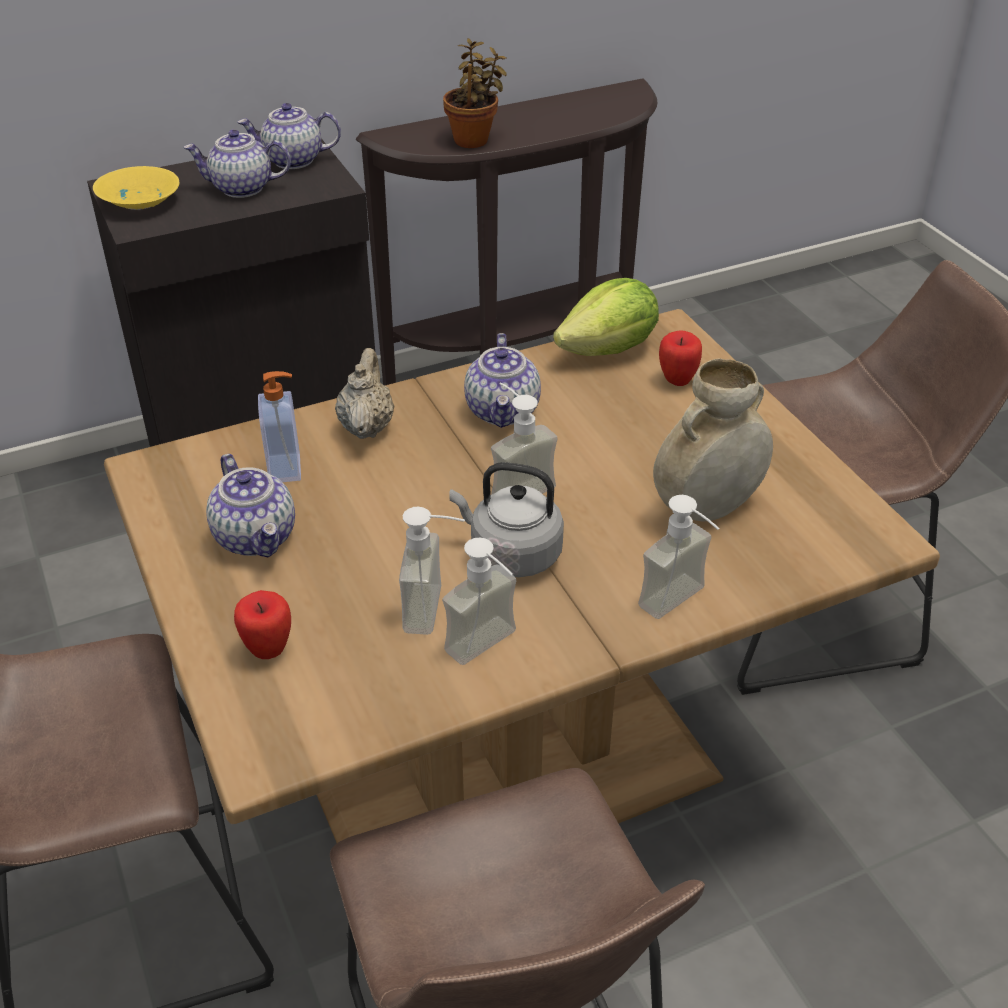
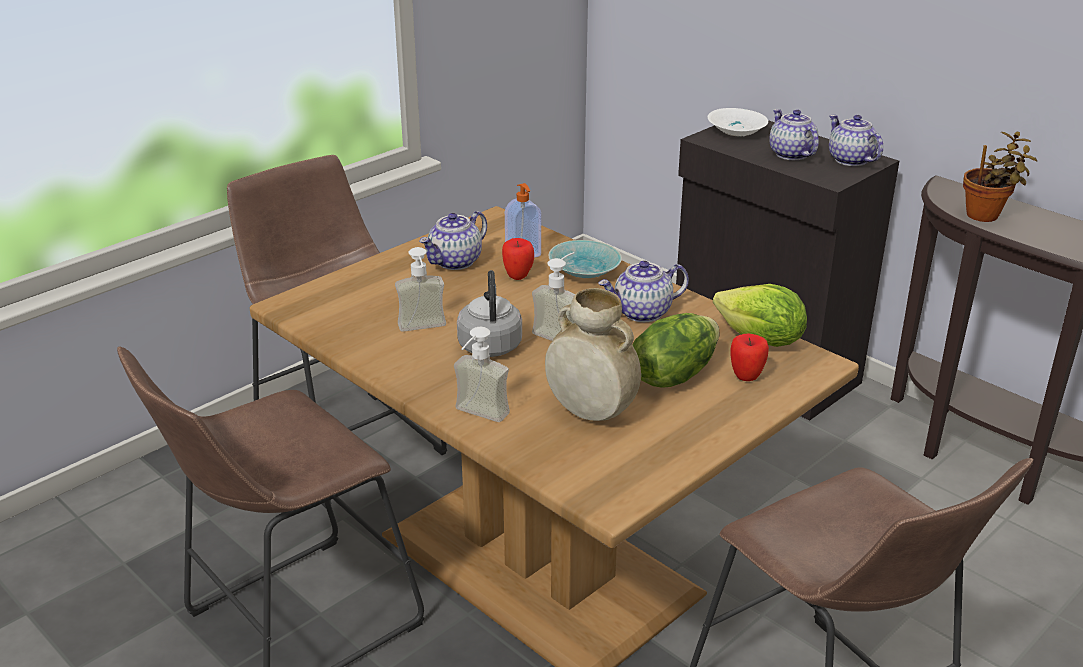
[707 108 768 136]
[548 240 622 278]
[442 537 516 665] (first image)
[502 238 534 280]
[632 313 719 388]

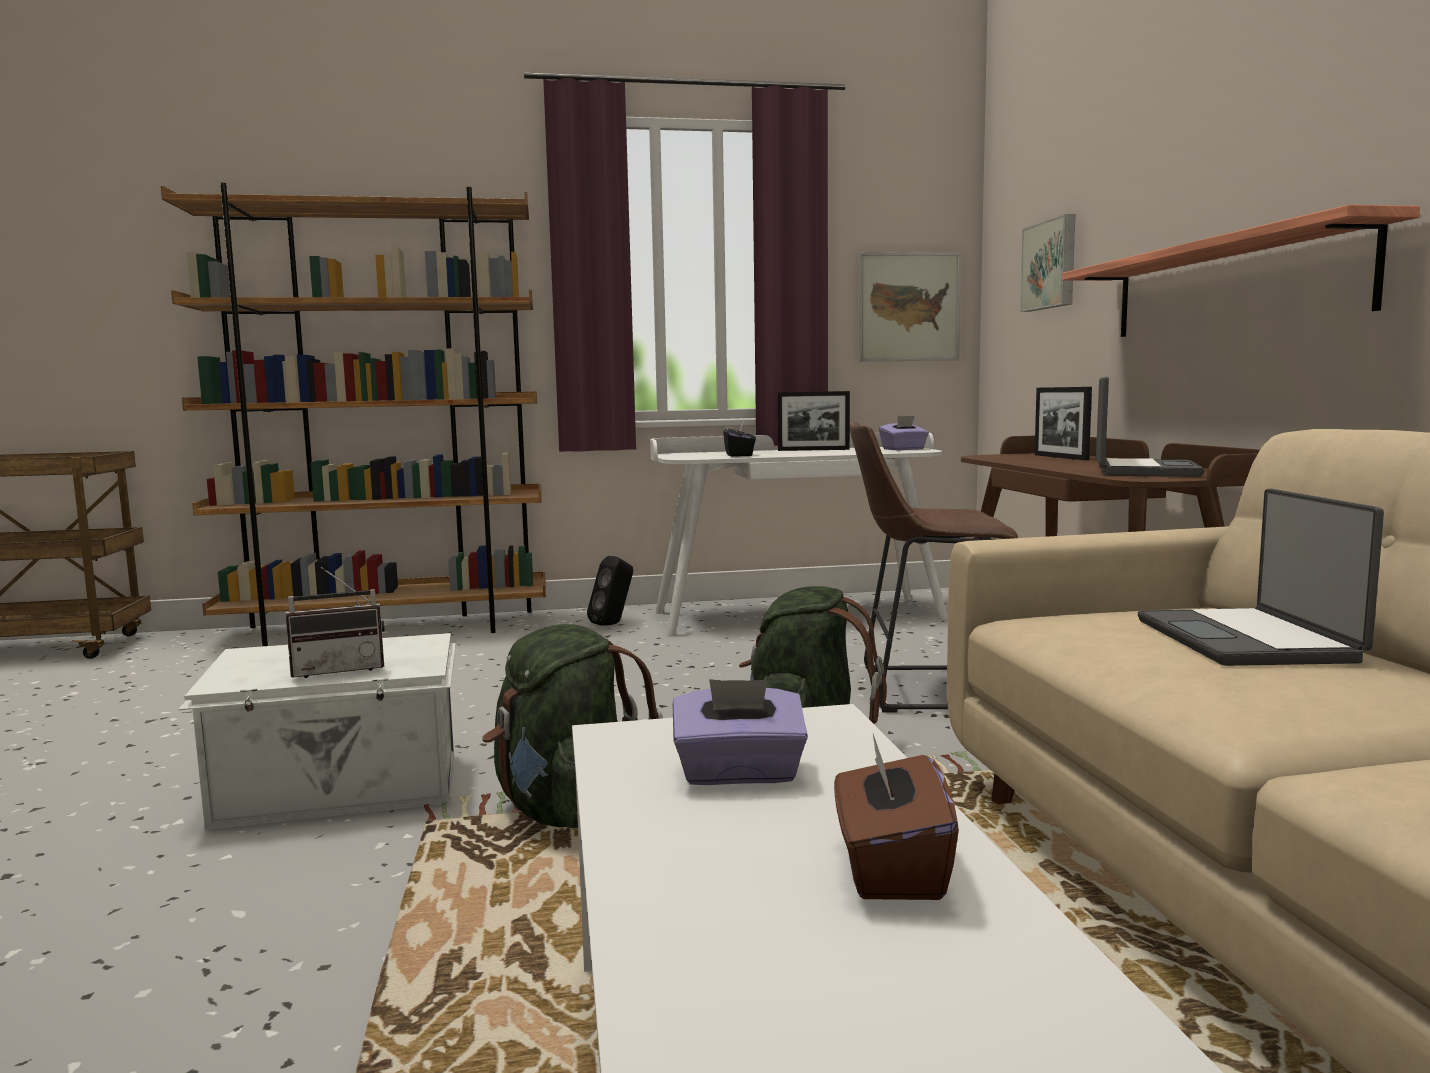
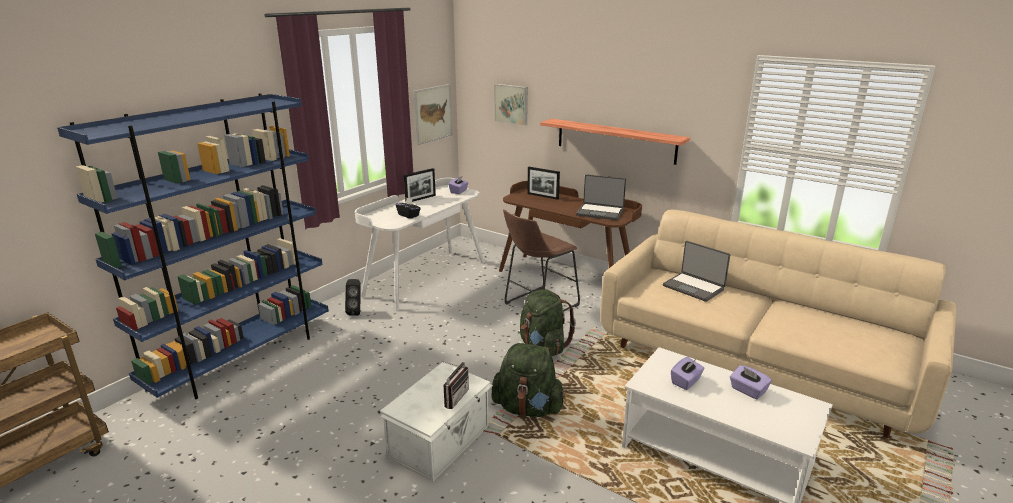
[57 93 329 399]
[576 174 626 220]
[730 365 772 399]

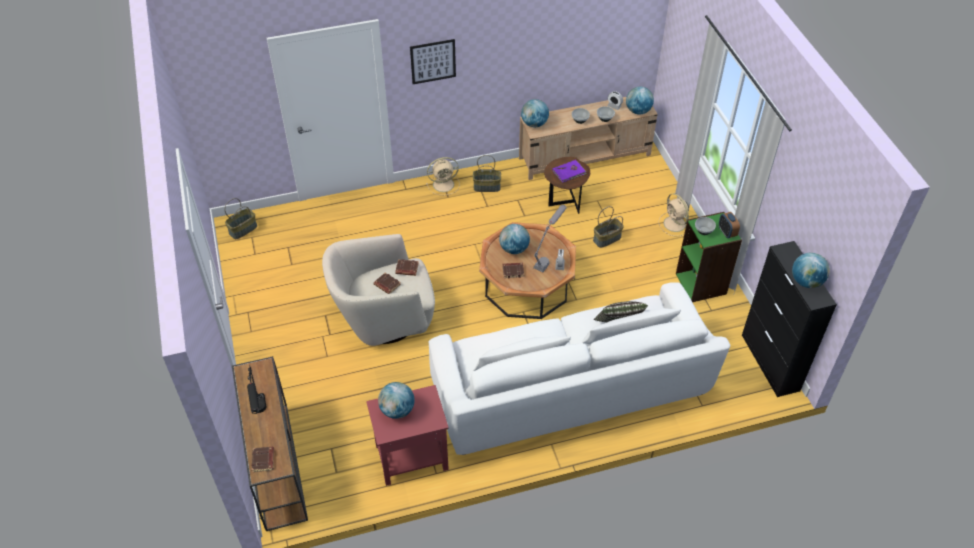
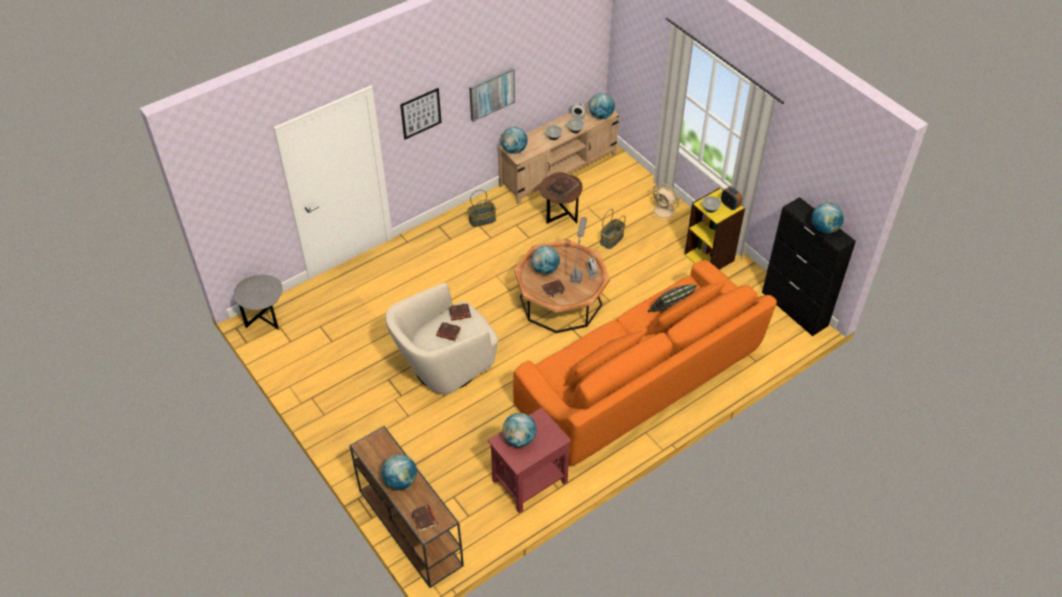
[426 157 460 195] (first image)
[547 174 579 198]
[233 275 283 330]
[684 188 745 270]
[513 260 777 466]
[381 454 417 490]
[469 68 515 122]

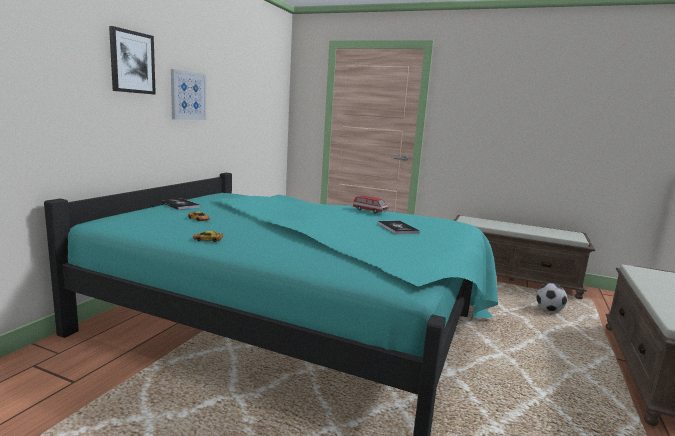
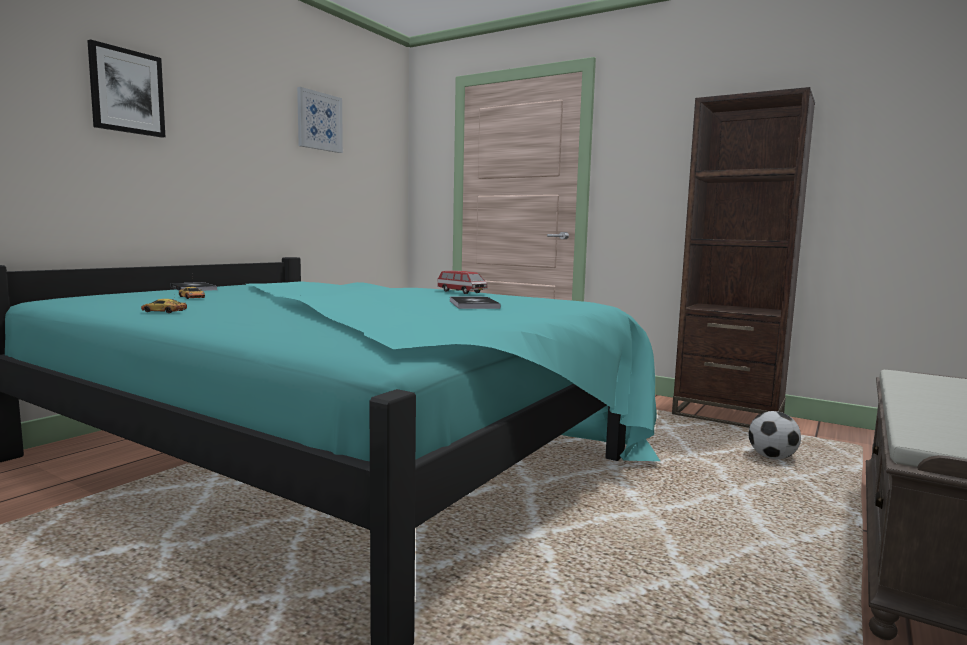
[297 87 343 153]
[672 87 815 428]

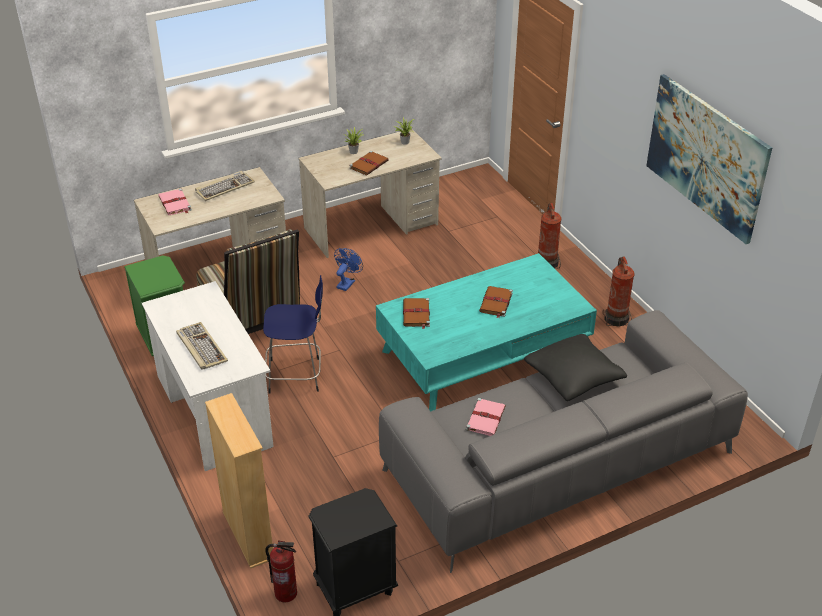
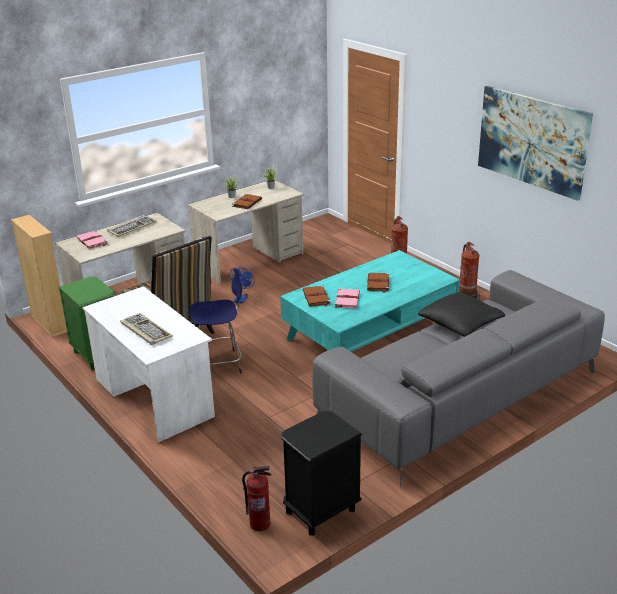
[11 215 67 337]
[335 288 360 309]

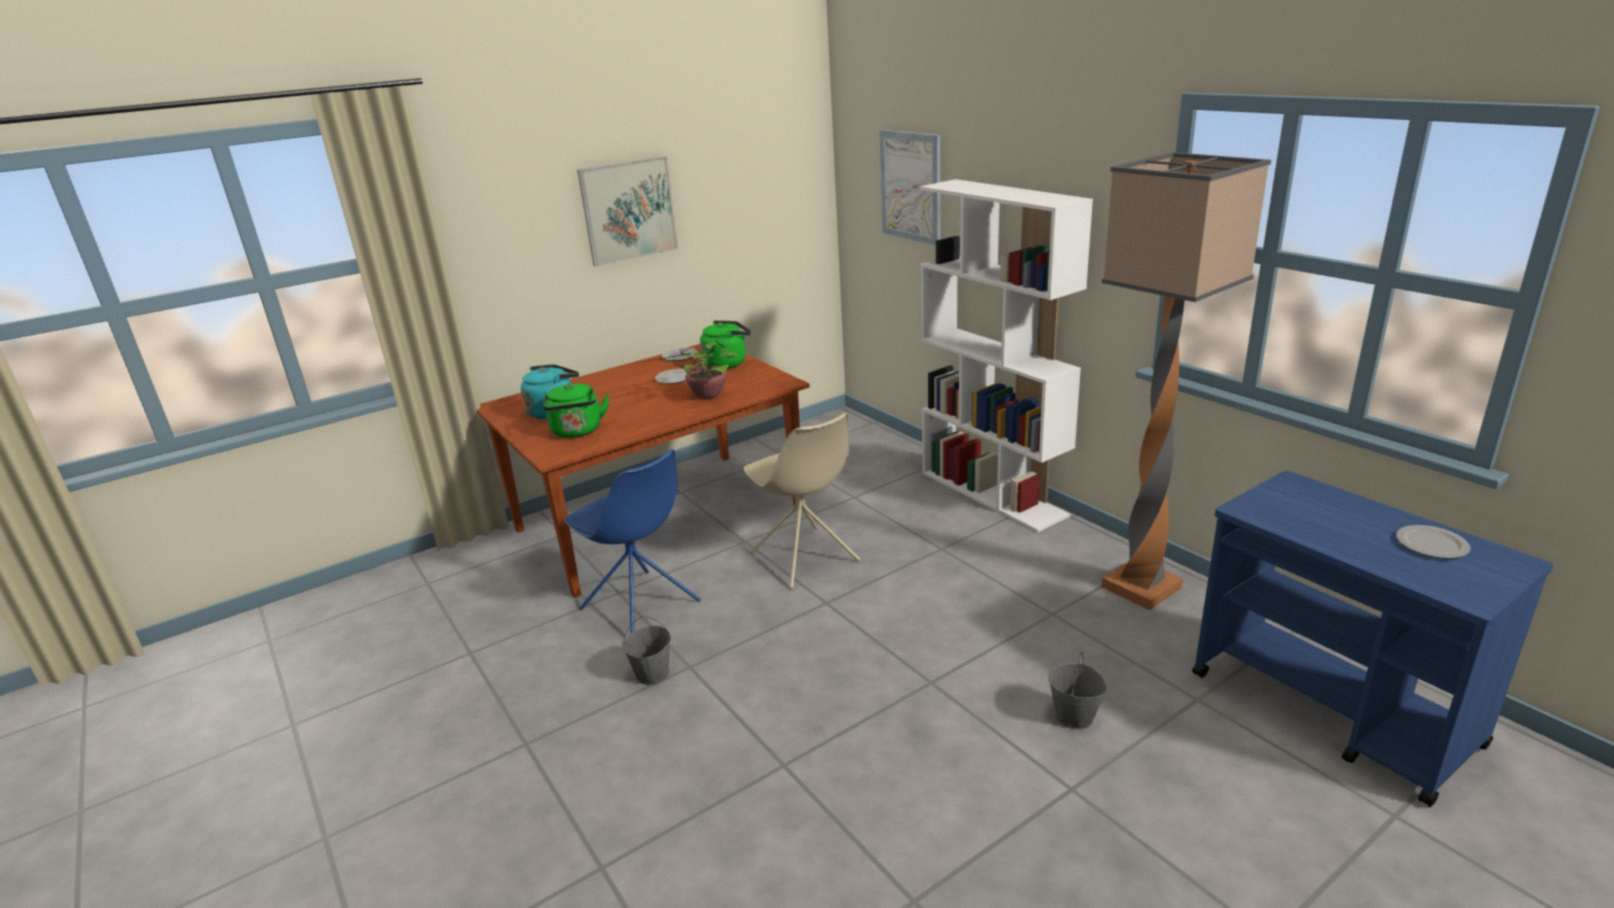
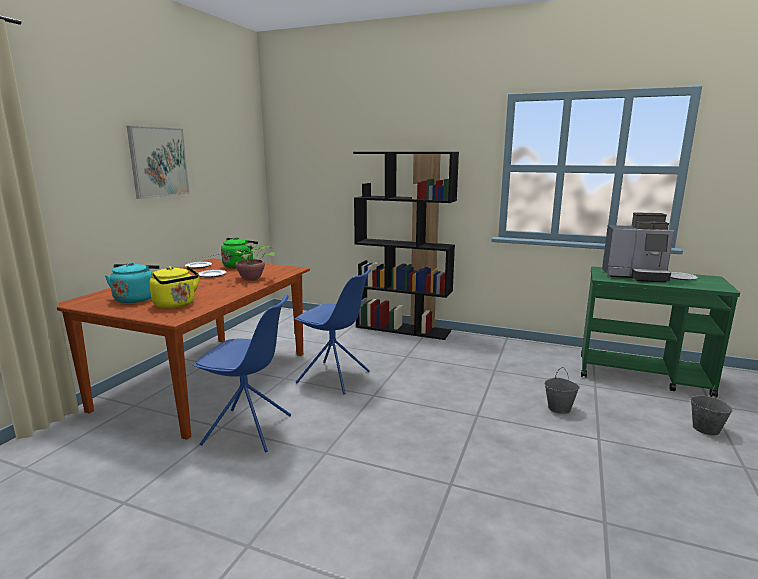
[880 130 940 245] (first image)
[1101 152 1271 610] (first image)
[353 152 459 340]
[149 266 199 308]
[295 269 371 394]
[581 266 740 397]
[690 386 732 436]
[602 212 674 283]

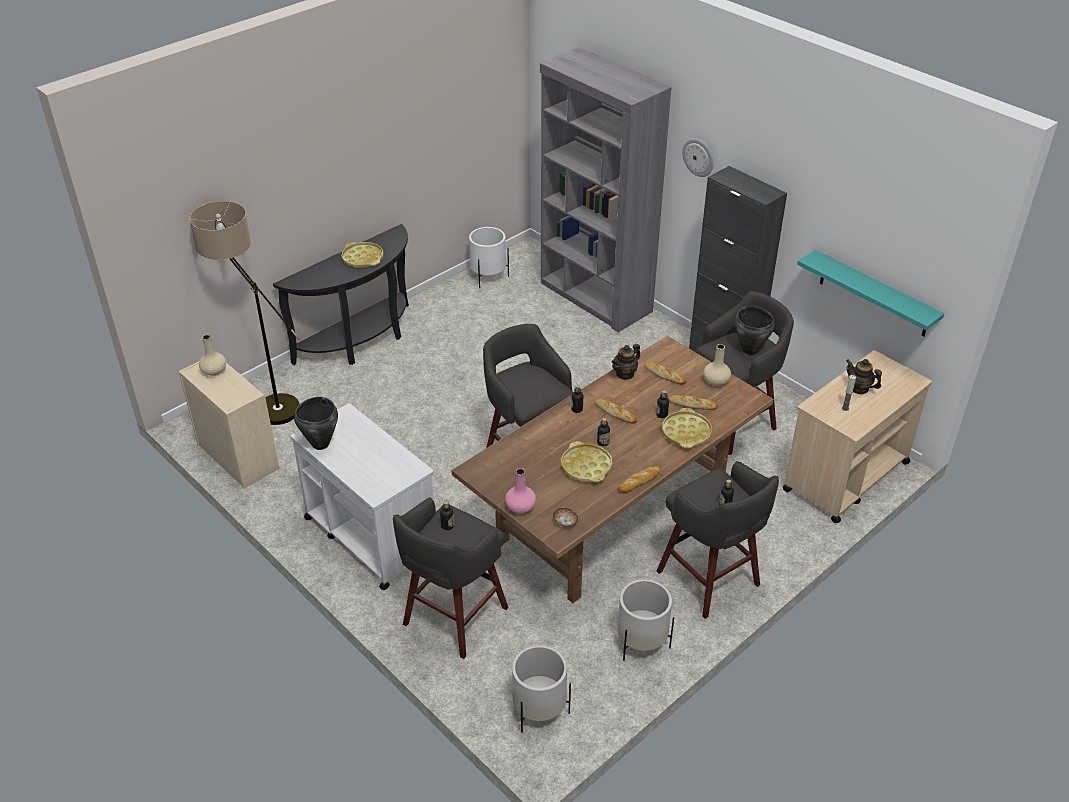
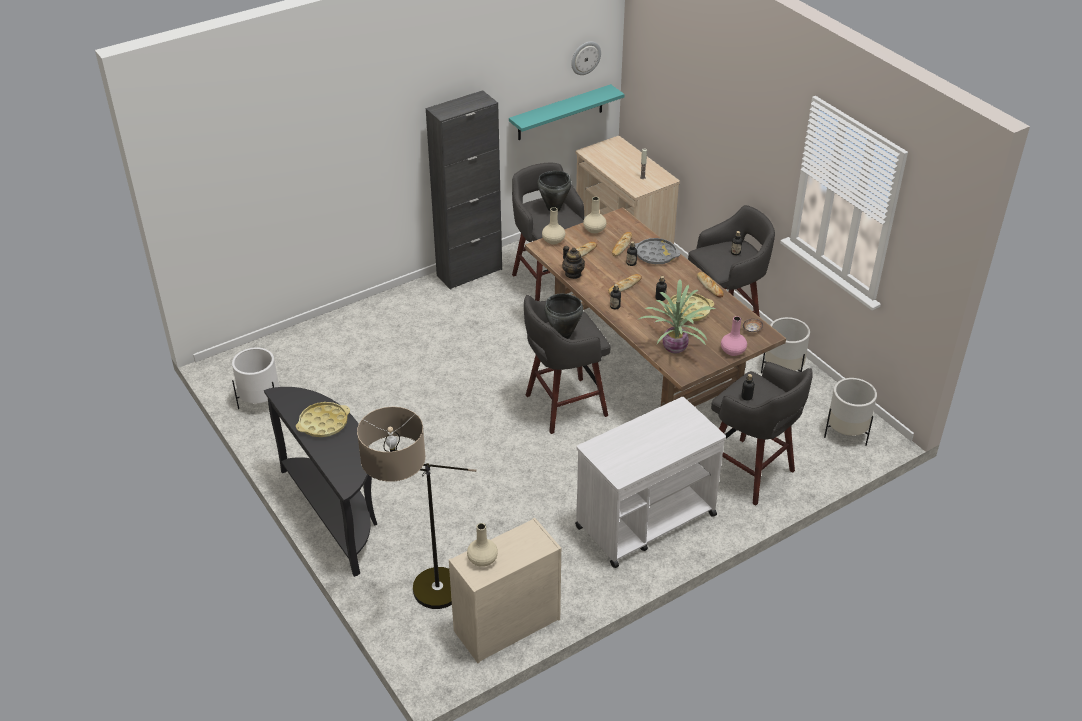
[540 47 672 333] (first image)
[571 41 601 75]
[846 359 882 394] (first image)
[544 294 583 339]
[635 238 681 264]
[542 207 565 245]
[639 280 715 354]

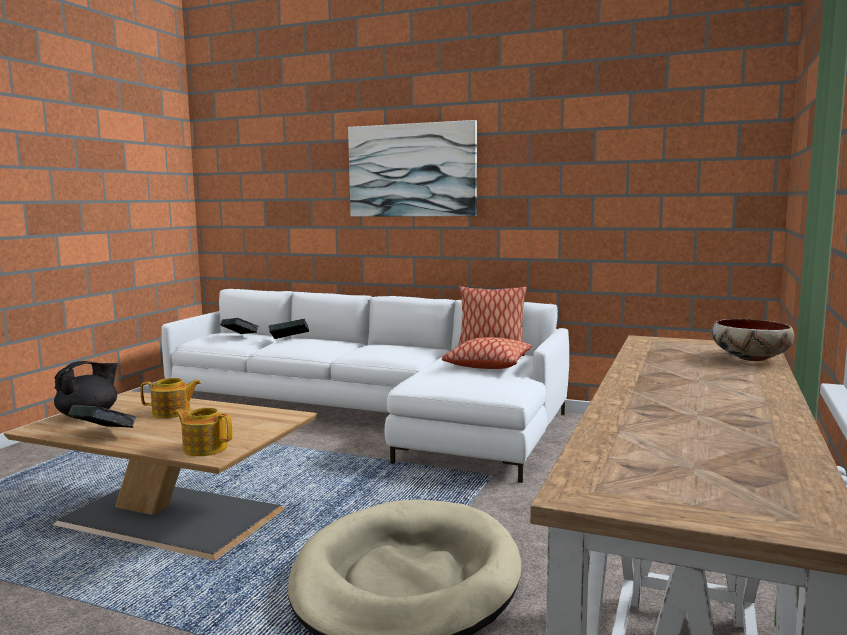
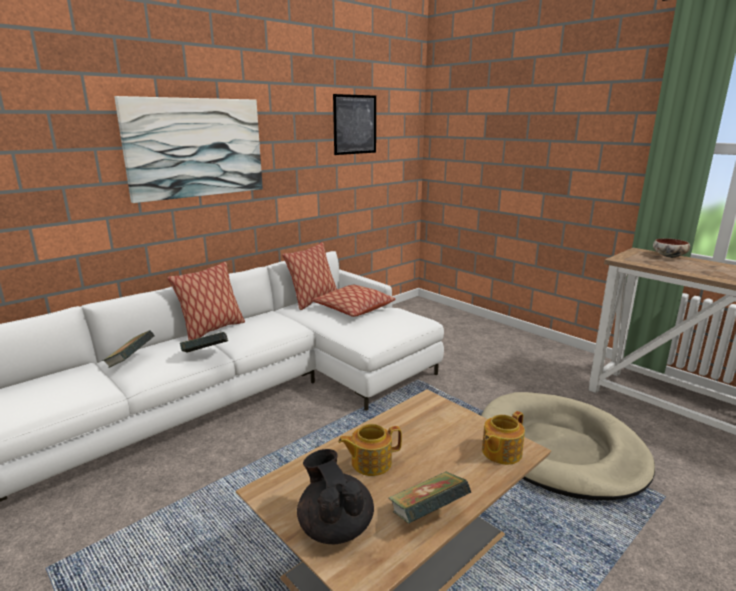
[180 332 228 353]
[338 424 402 476]
[333 94 376 155]
[167 262 245 340]

